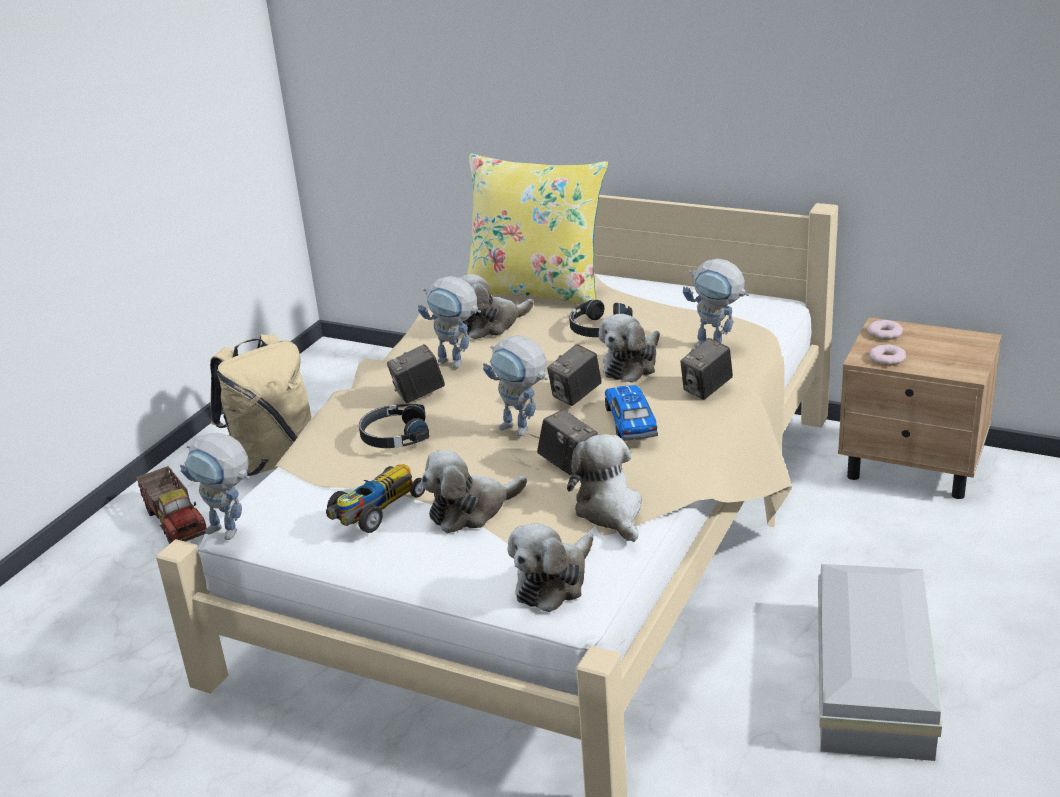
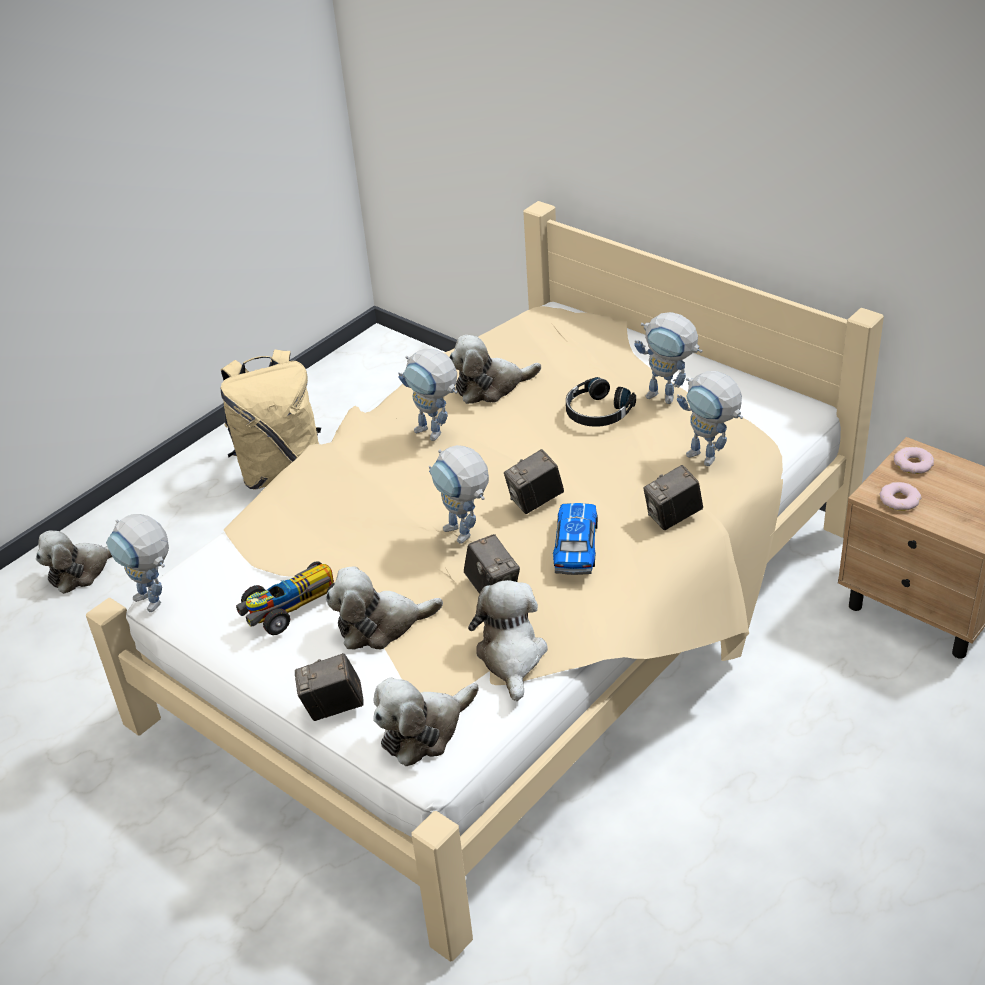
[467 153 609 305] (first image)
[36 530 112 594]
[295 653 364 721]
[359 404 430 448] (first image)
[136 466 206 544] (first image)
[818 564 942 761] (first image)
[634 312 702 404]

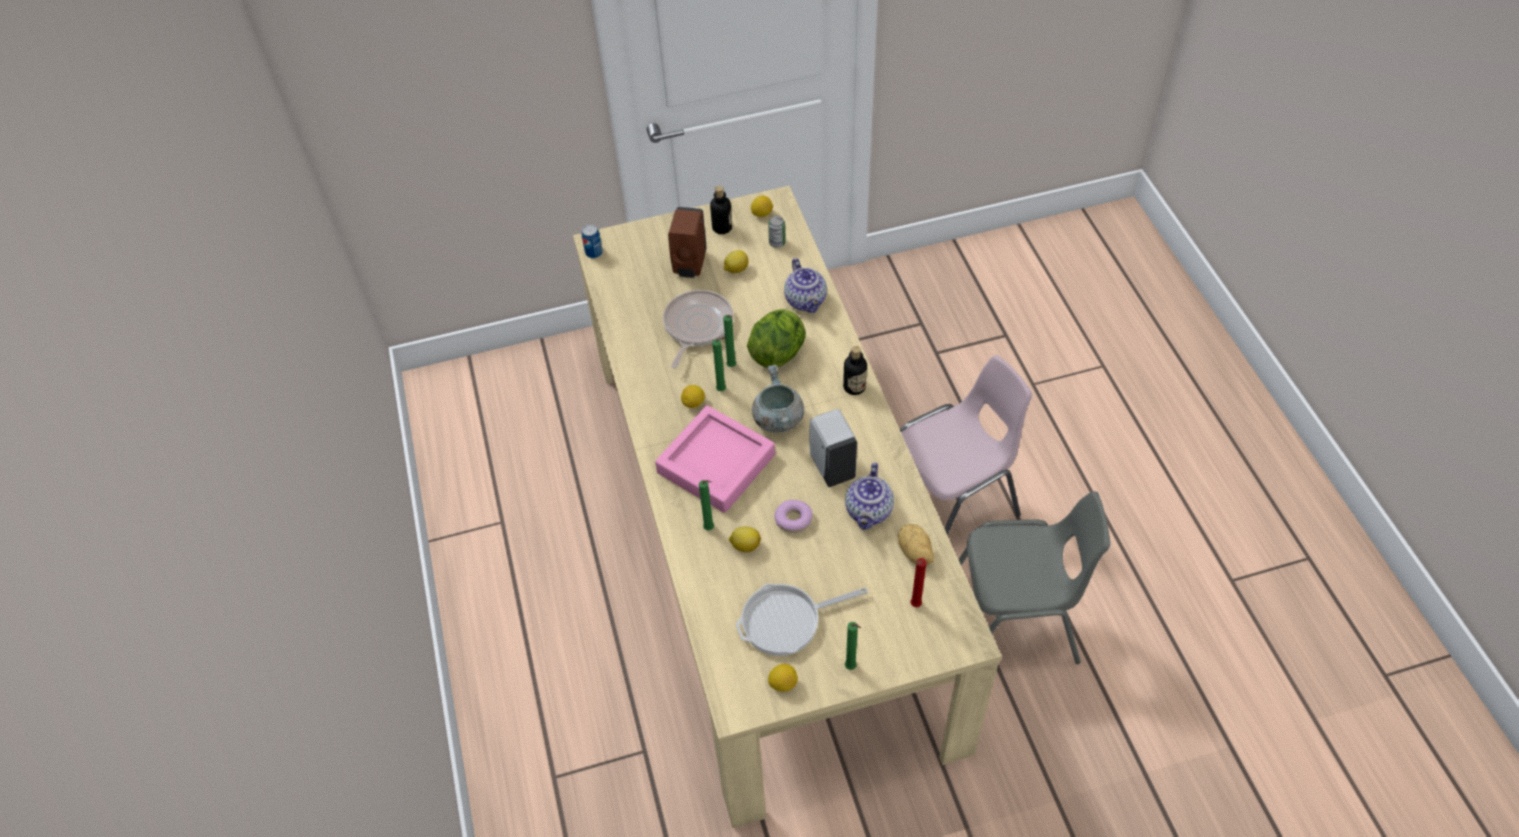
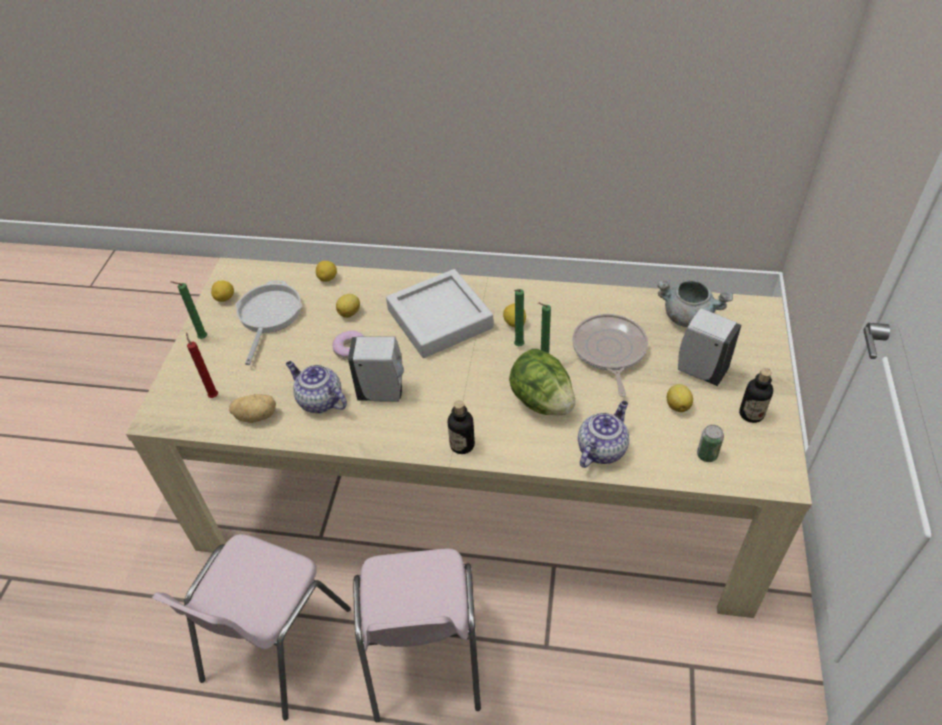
[316 261 337 282]
[678 308 741 386]
[582 225 603 258] (first image)
[578 401 629 468]
[572 314 648 397]
[657 280 733 327]
[386 269 494 358]
[699 480 714 531] (first image)
[152 534 351 720]

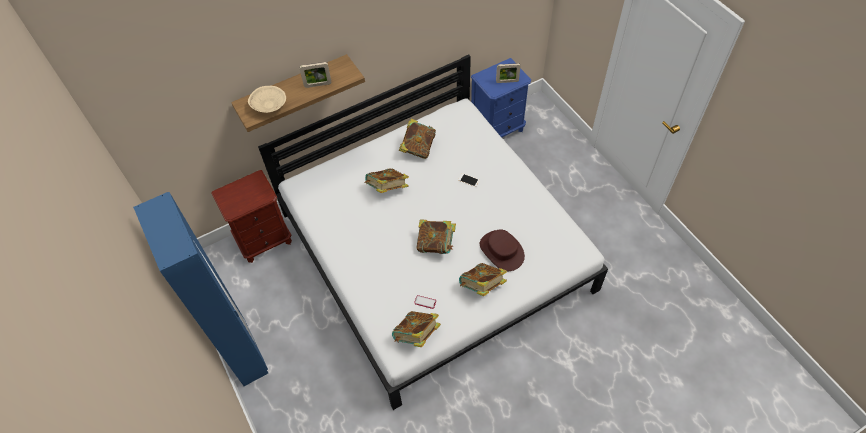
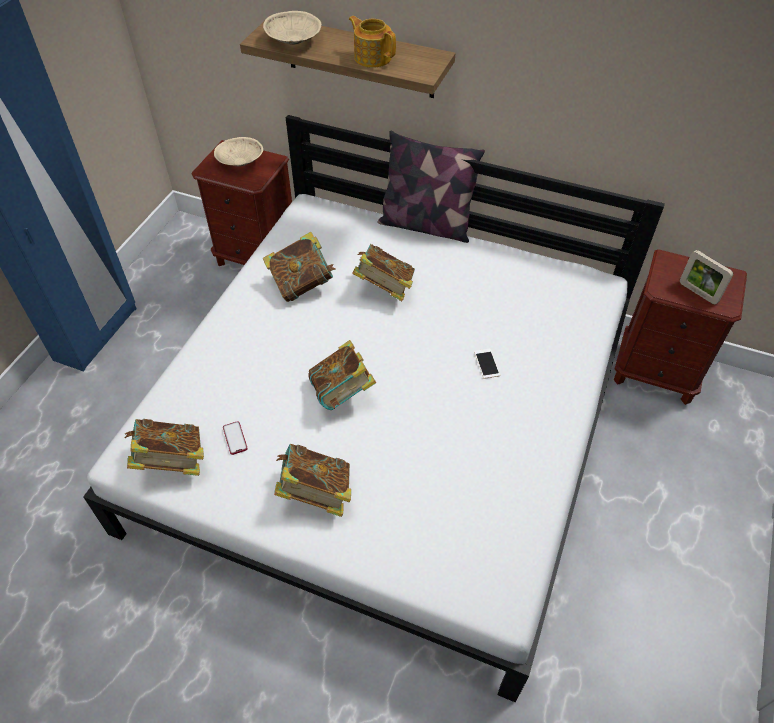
[614 249 747 405]
[349 16 396 68]
[263 232 336 302]
[480 229 525 271] (first image)
[377 131 485 243]
[214 137 263 167]

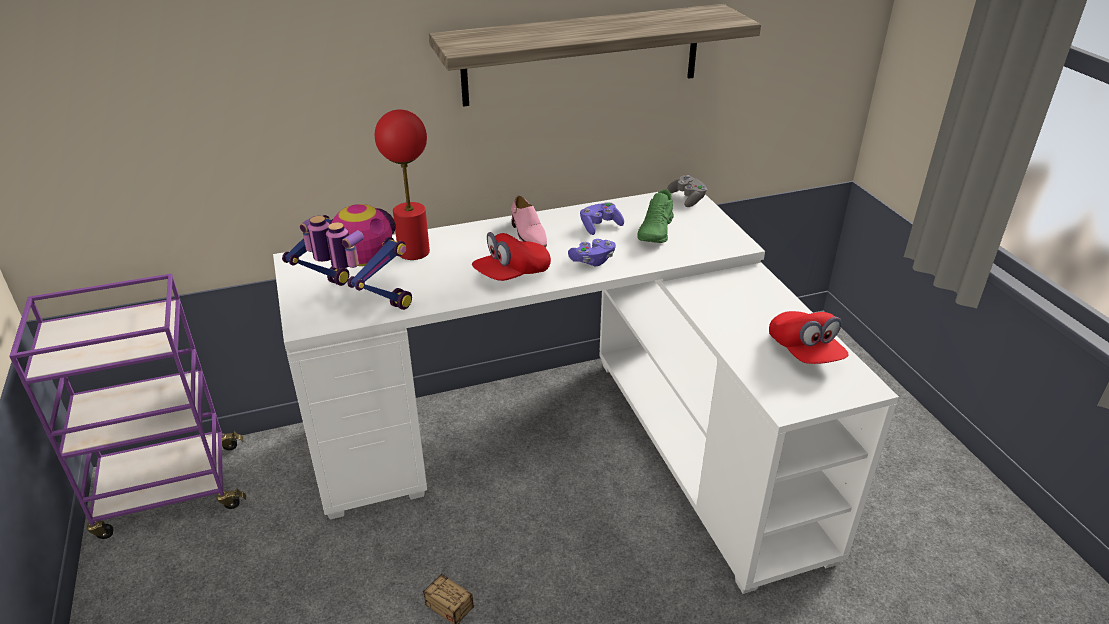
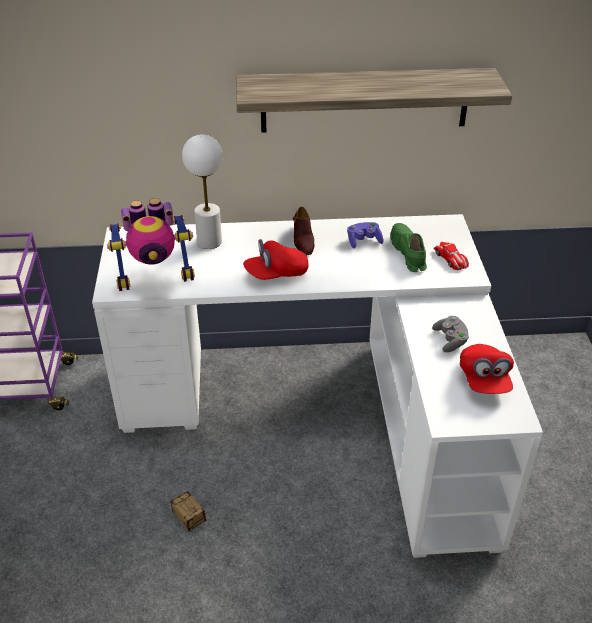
[182 135 223 249]
[432 316 469 352]
[391 223 427 272]
[293 207 315 255]
[107 198 195 291]
[568 239 616 266] (first image)
[433 242 469 270]

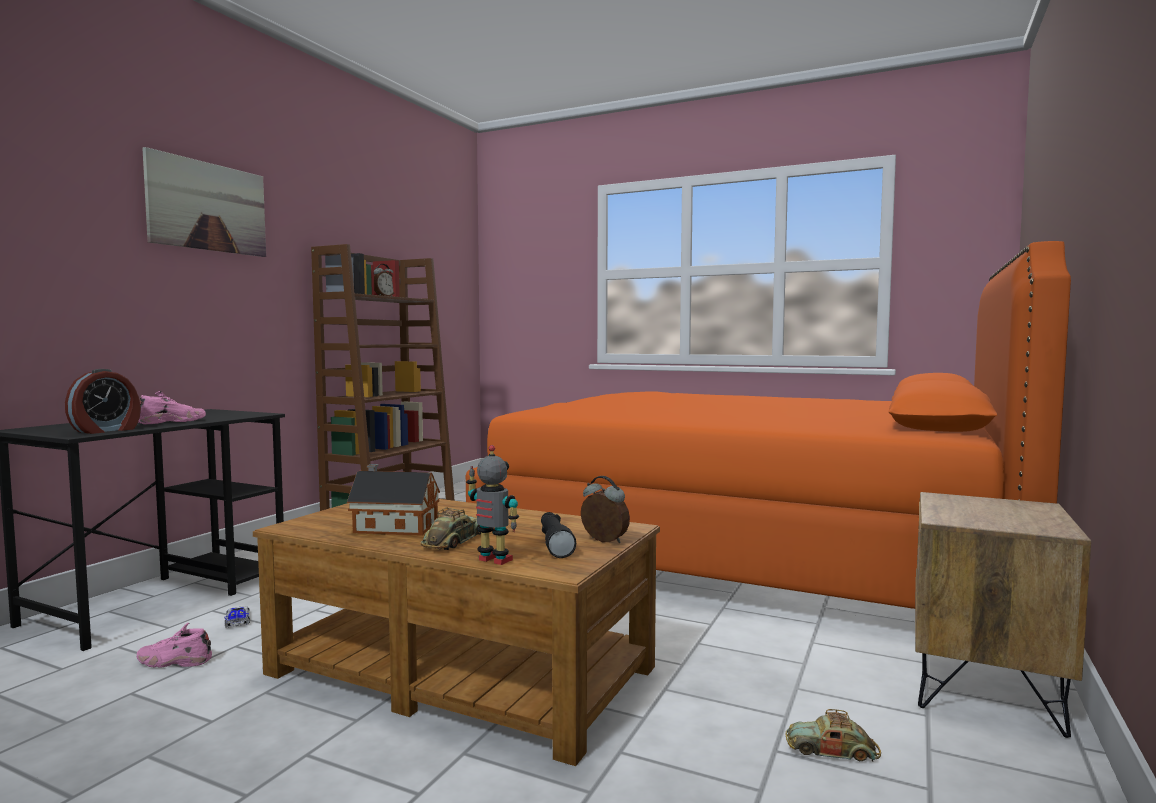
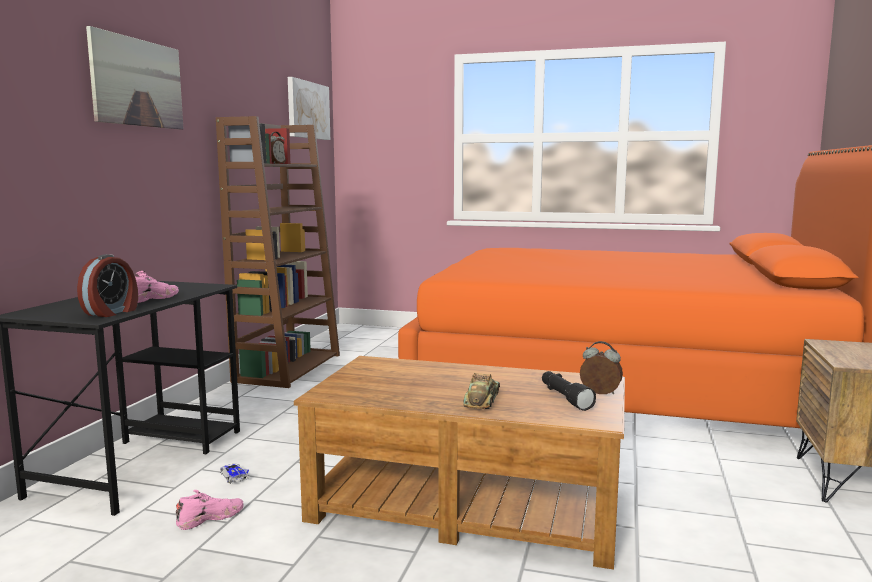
[466 445 519 565] (first image)
[347 464 440 536] (first image)
[176 490 244 530]
[785 709 881 761] (first image)
[288 77 330 140]

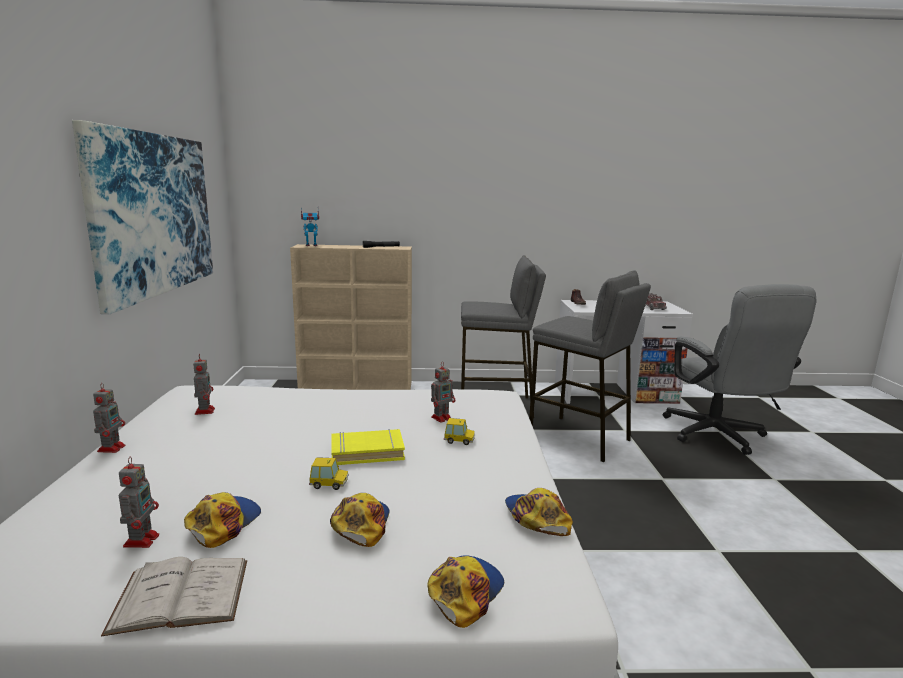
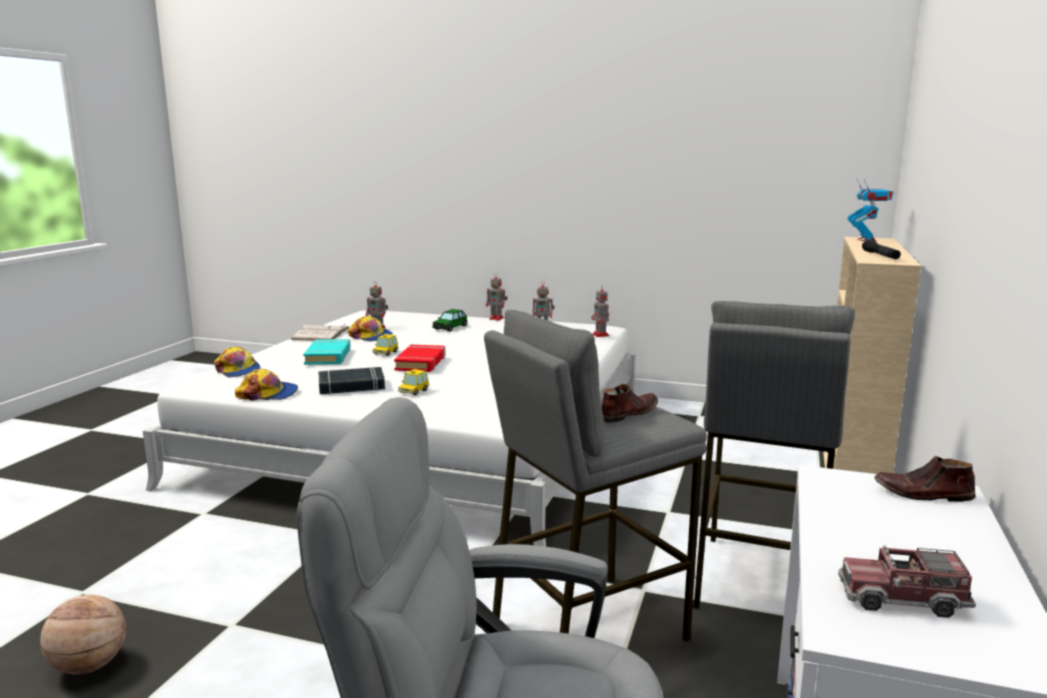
[72 120 213 314] (first image)
[591 286 609 337]
[394 345 445 372]
[303 339 351 365]
[433 309 467 331]
[318 367 385 395]
[602 384 658 423]
[40 595 126 675]

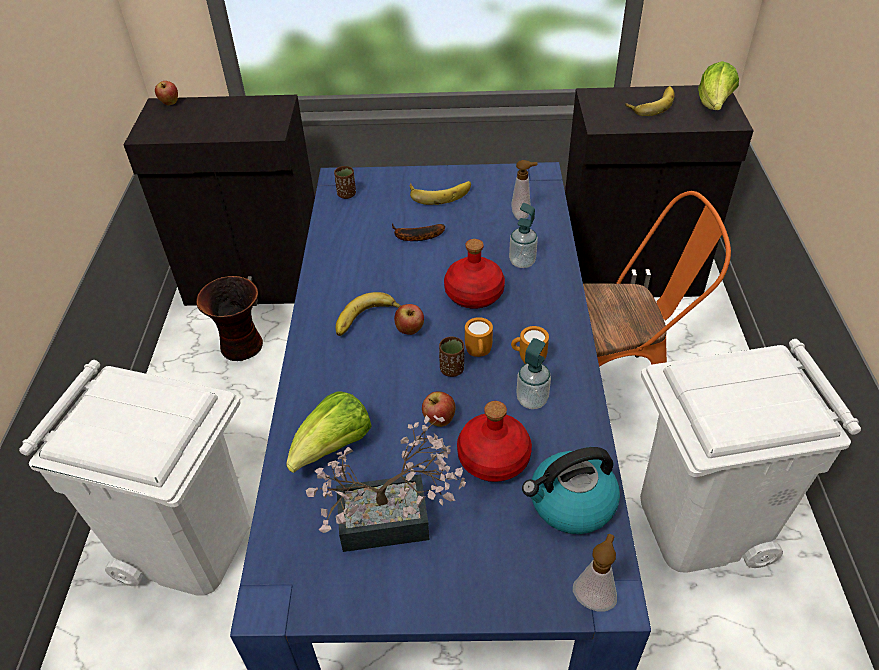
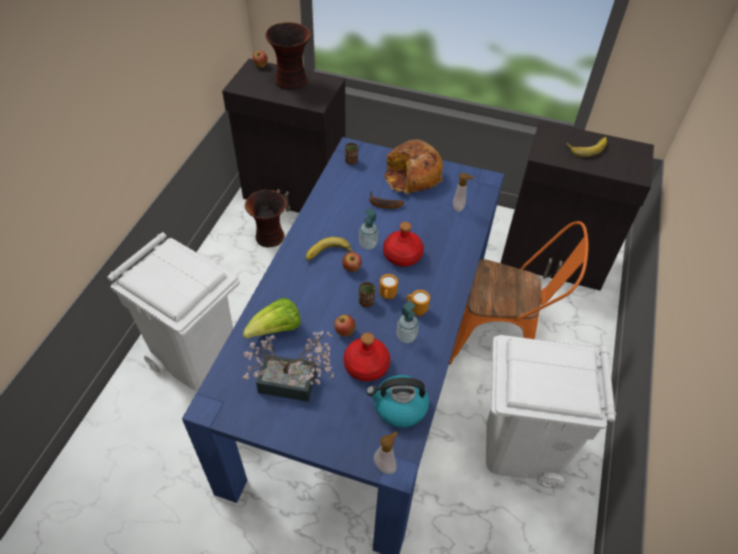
[698 61 739 110] (first image)
[384 139 443 194]
[359 208 378 249]
[265 22 311 90]

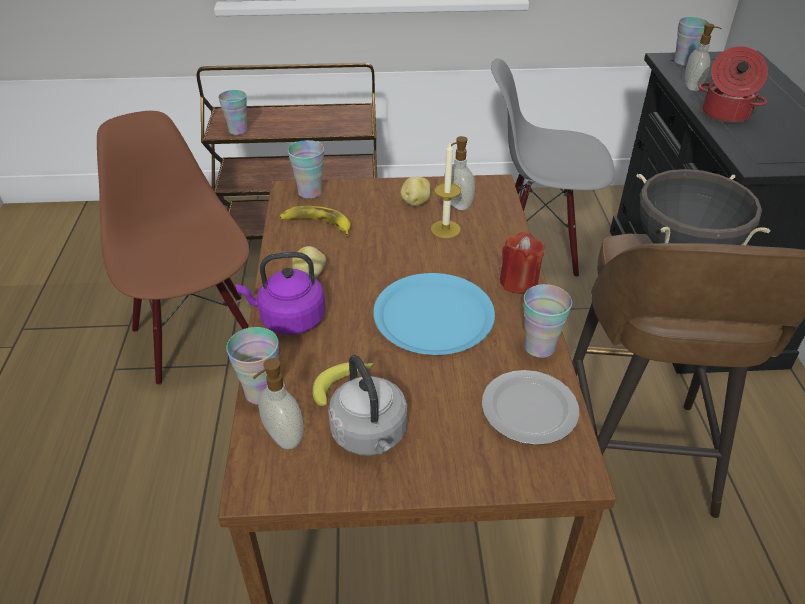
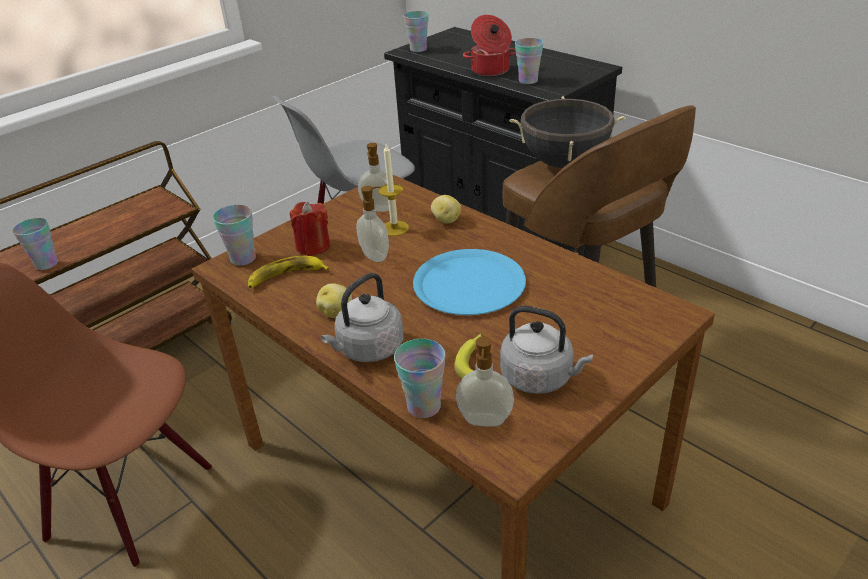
[356 186 389 262]
[431 195 461 223]
[290 202 330 256]
[321 273 404 362]
[515 38 543 84]
[482 370 579 445] (first image)

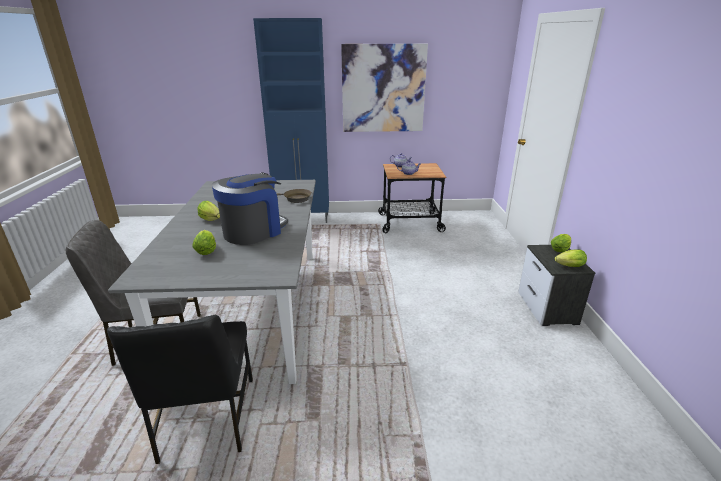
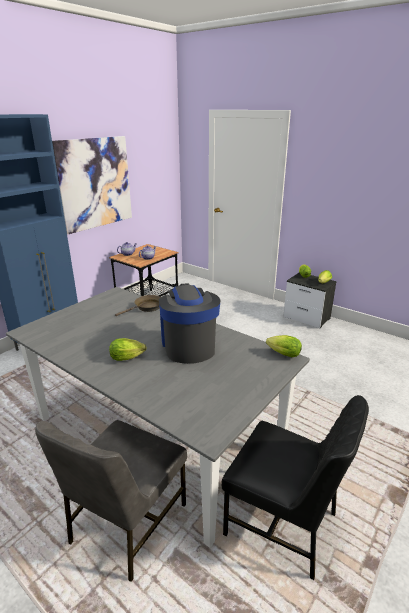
[266 335 302 357]

